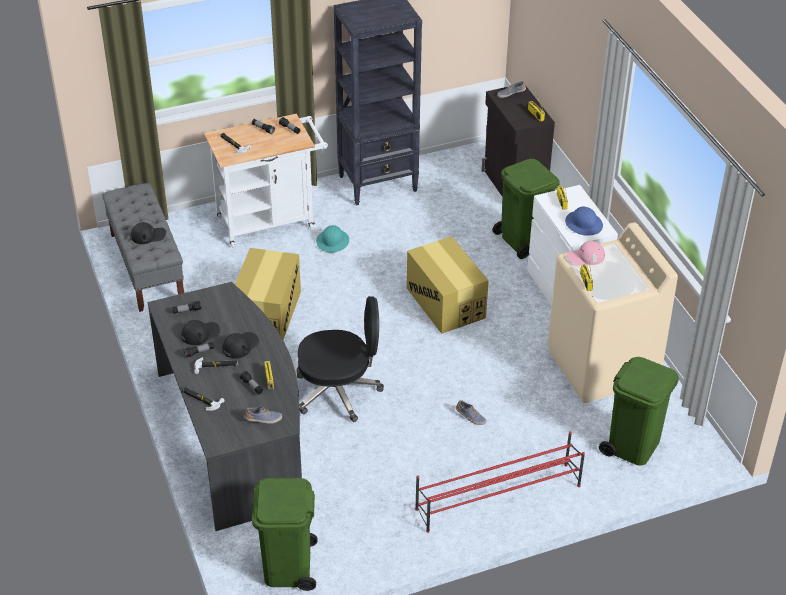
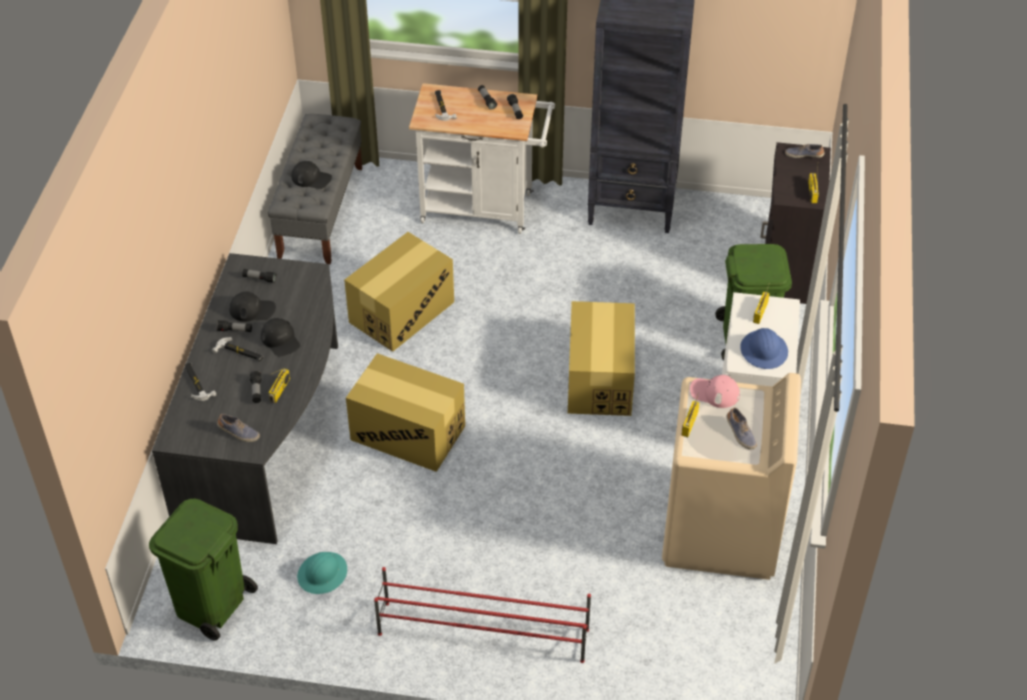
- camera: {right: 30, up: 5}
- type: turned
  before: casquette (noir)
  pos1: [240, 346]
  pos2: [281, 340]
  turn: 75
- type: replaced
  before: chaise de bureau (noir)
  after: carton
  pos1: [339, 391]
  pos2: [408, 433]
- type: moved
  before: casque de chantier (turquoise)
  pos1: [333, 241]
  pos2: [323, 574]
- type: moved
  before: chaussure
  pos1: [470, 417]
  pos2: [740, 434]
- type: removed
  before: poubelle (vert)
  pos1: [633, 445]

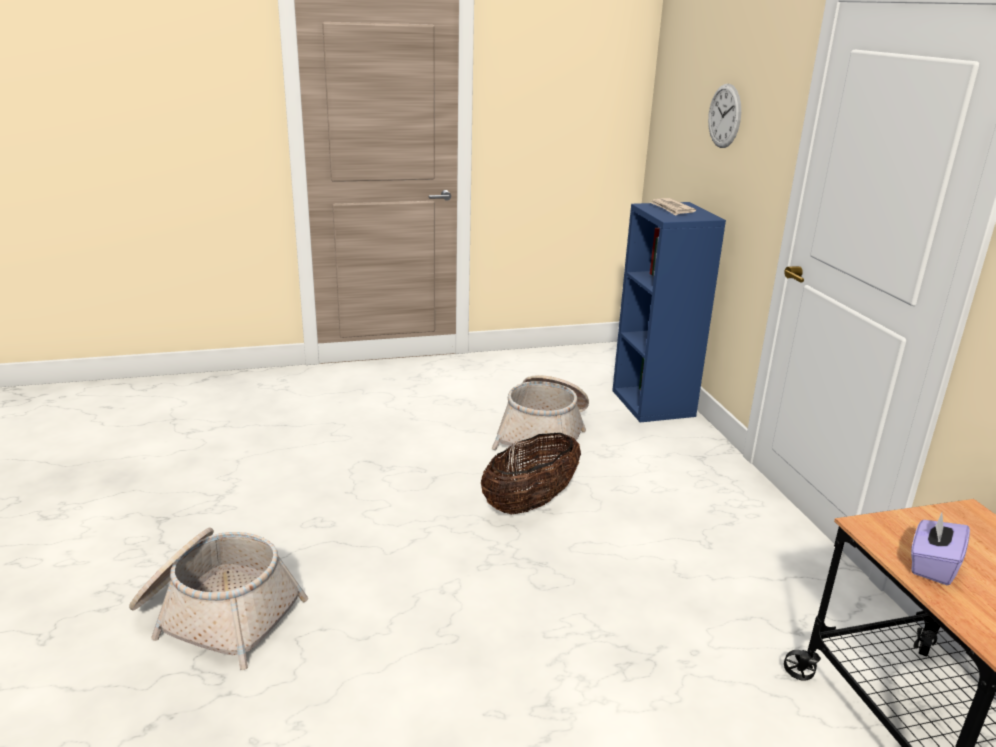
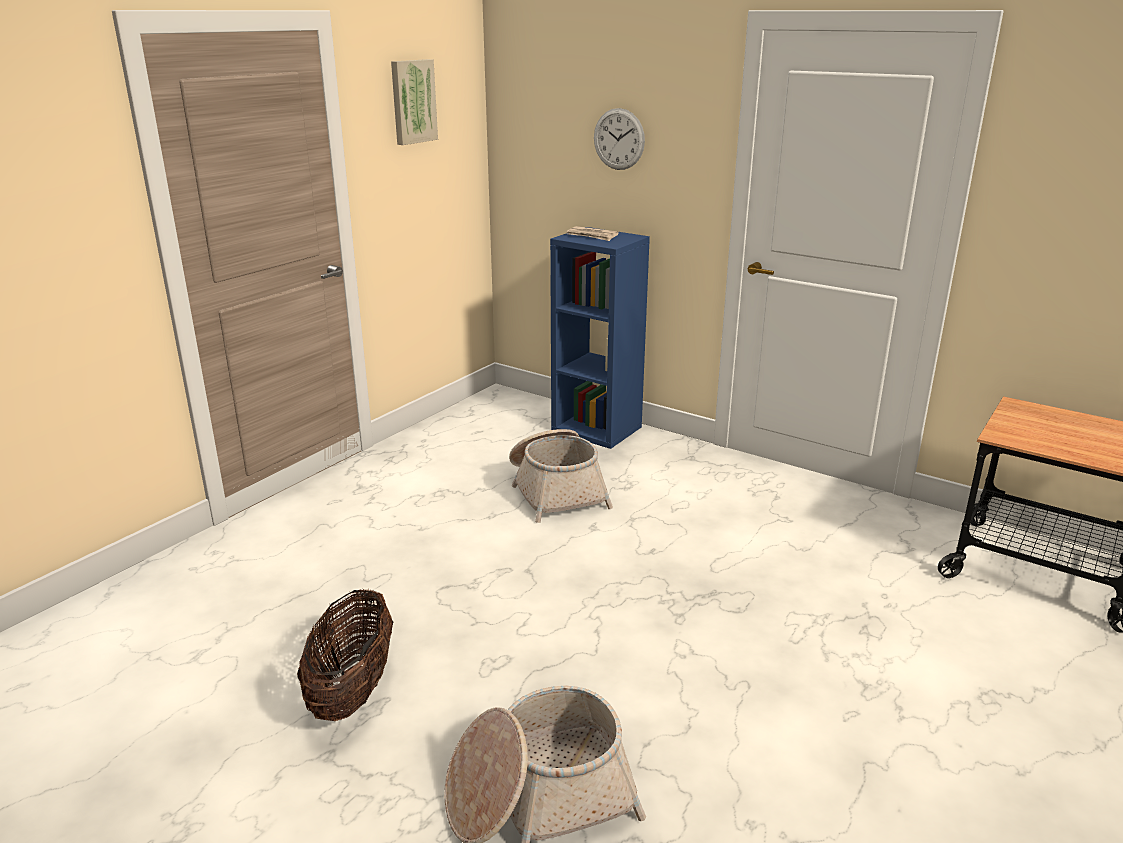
- camera: {right: -40, up: 0}
- type: moved
  before: panier
  pos1: [530, 503]
  pos2: [352, 690]
- type: removed
  before: boîte à mouchoirs (violet)
  pos1: [932, 565]
- type: added
  after: tableau
  pos2: [412, 101]

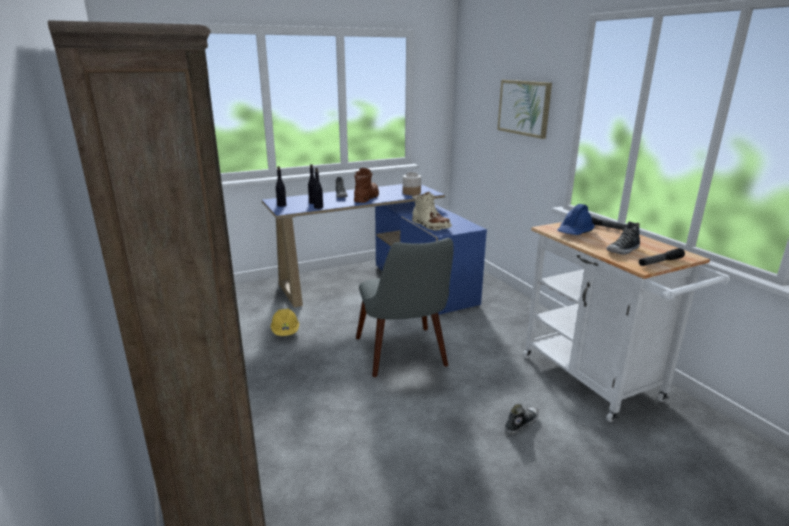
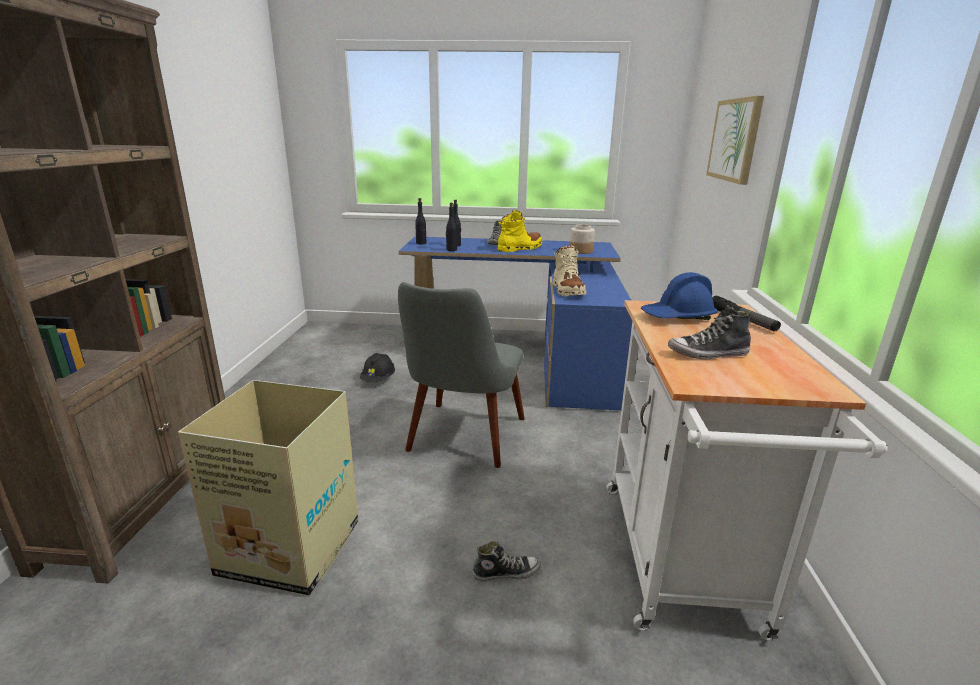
- camera: {right: 30, up: 0}
- type: recoloured
  before: casque de chantier (jaune)
  after: casque de chantier (noir)
  pos1: [285, 332]
  pos2: [378, 380]
- type: recoloured
  before: botte (marron)
  after: botte (jaune)
  pos1: [366, 197]
  pos2: [520, 248]
- type: removed
  before: lampe de poche
  pos1: [660, 262]
- type: added
  after: carton
  pos2: [292, 549]

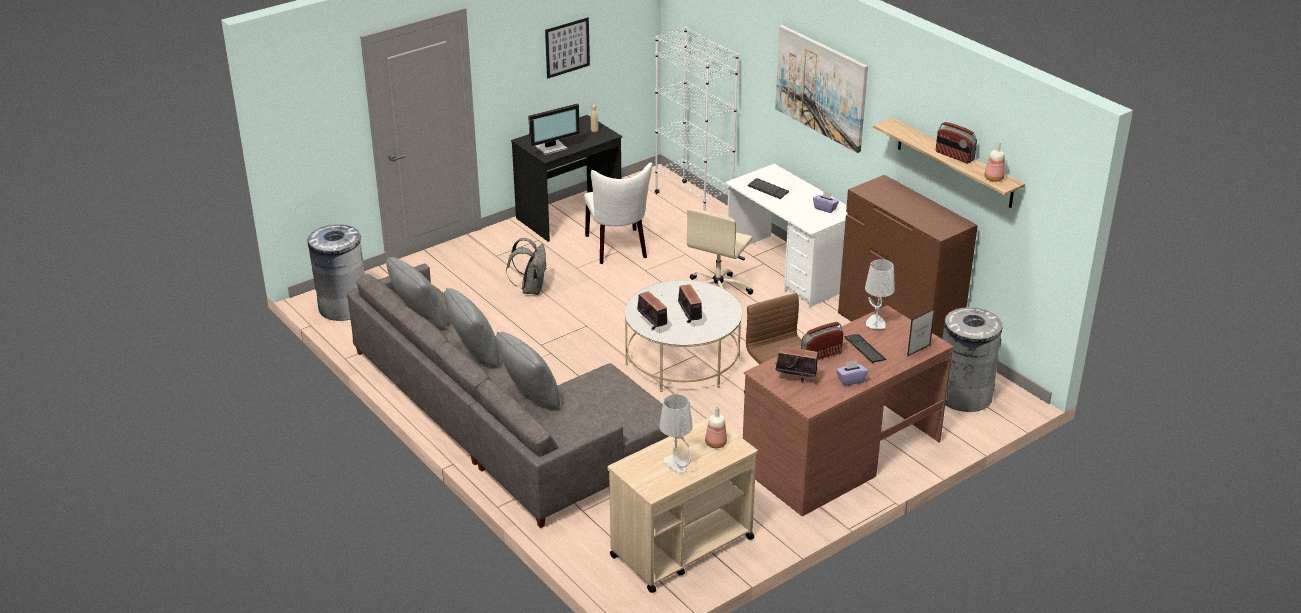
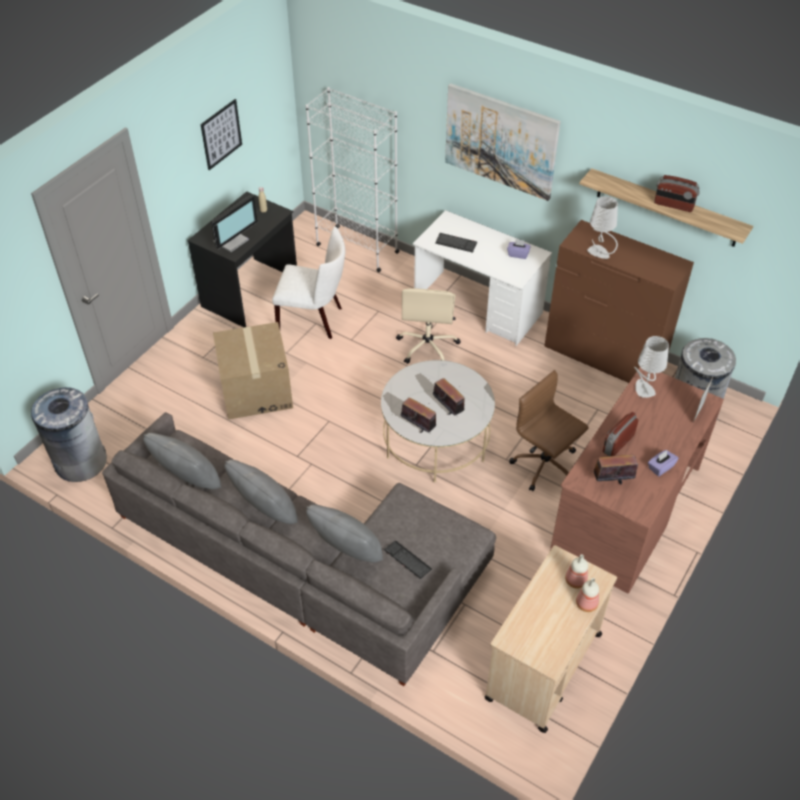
- camera: {right: -20, up: 15}
- type: replaced
  before: sac à dos (gris)
  after: carton
  pos1: [531, 289]
  pos2: [256, 390]
- type: turned
  before: chaise (blanc)
  pos1: [618, 248]
  pos2: [314, 320]
  turn: -45
- type: moved
  before: lampe de table (gris)
  pos1: [677, 464]
  pos2: [599, 252]
- type: moved
  before: clavier
  pos1: [865, 349]
  pos2: [407, 560]
- type: moved
  before: bouteille
  pos1: [994, 179]
  pos2: [587, 604]

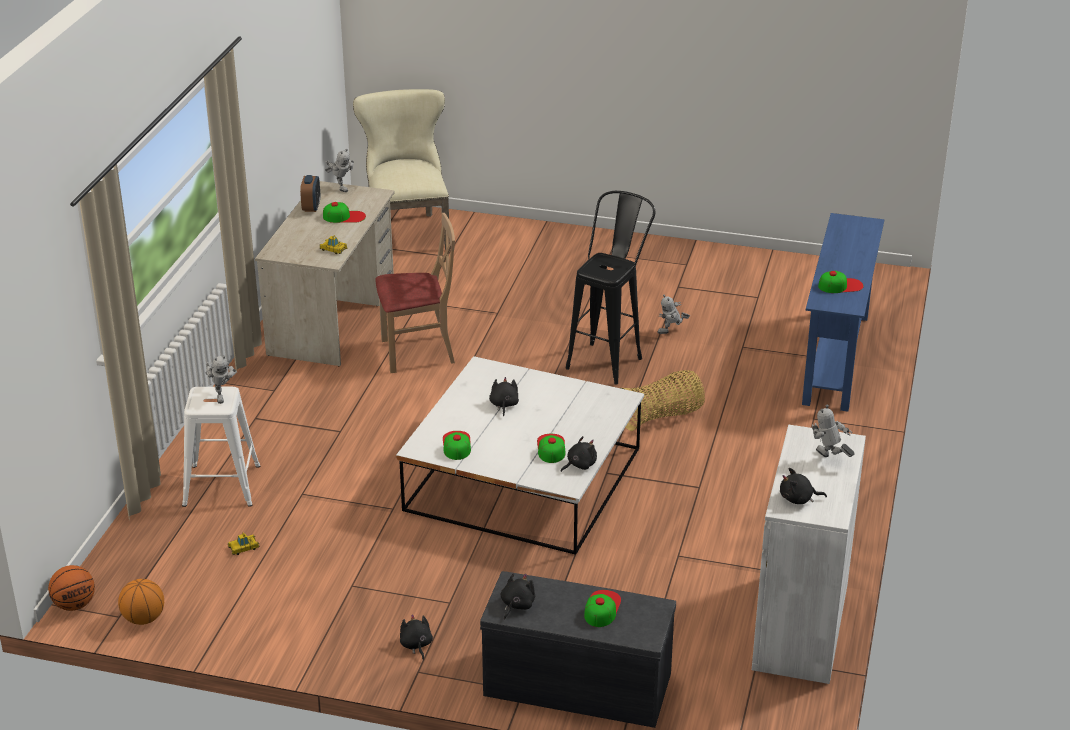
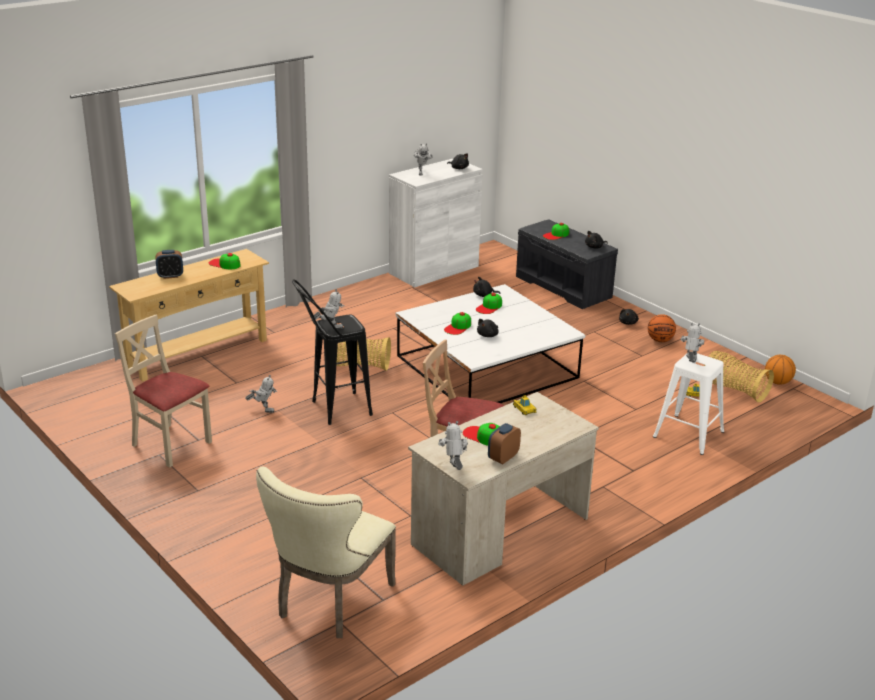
- camera: {right: -145, up: -5}
- type: moved
  before: ballon de basket
  pos1: [74, 605]
  pos2: [660, 340]
- type: moved
  before: casquette
  pos1: [456, 445]
  pos2: [458, 327]
- type: recoloured
  before: table console (bleu)
  after: table console (beige)
  pos1: [836, 359]
  pos2: [197, 353]
- type: added
  after: chaise (beige)
  pos2: [171, 444]
- type: added
  after: réveil
  pos2: [170, 276]
- type: added
  after: robot jouet
  pos2: [329, 328]
- type: added
  after: panier
  pos2: [733, 389]

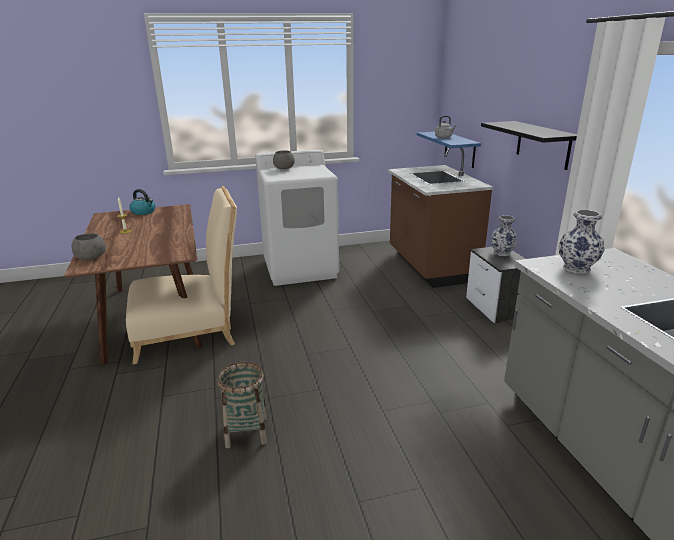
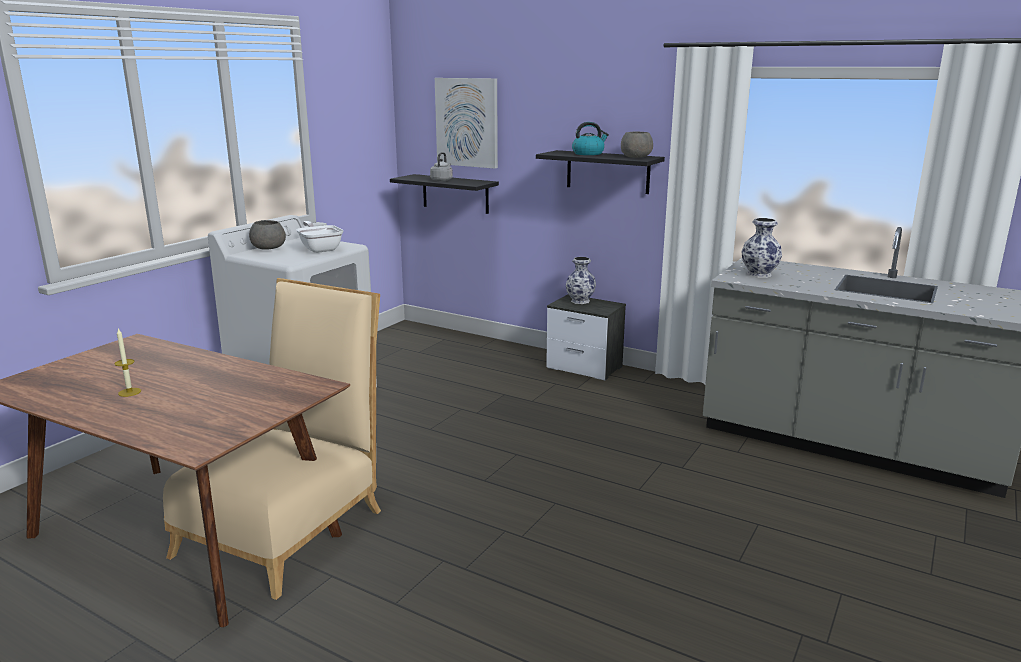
- camera: {right: -45, up: -5}
- type: moved
  before: bol (gris)
  pos1: [90, 257]
  pos2: [635, 157]
- type: moved
  before: bouilloire
  pos1: [144, 212]
  pos2: [588, 153]
- type: removed
  before: panier
  pos1: [247, 432]
- type: removed
  before: comptoir de cuisine (marron)
  pos1: [430, 266]
- type: recoloured
  before: étagère (bleu)
  after: étagère (noir)
  pos1: [459, 149]
  pos2: [455, 193]
- type: added
  after: poêle
  pos2: [320, 249]
- type: added
  after: tableau
  pos2: [467, 122]

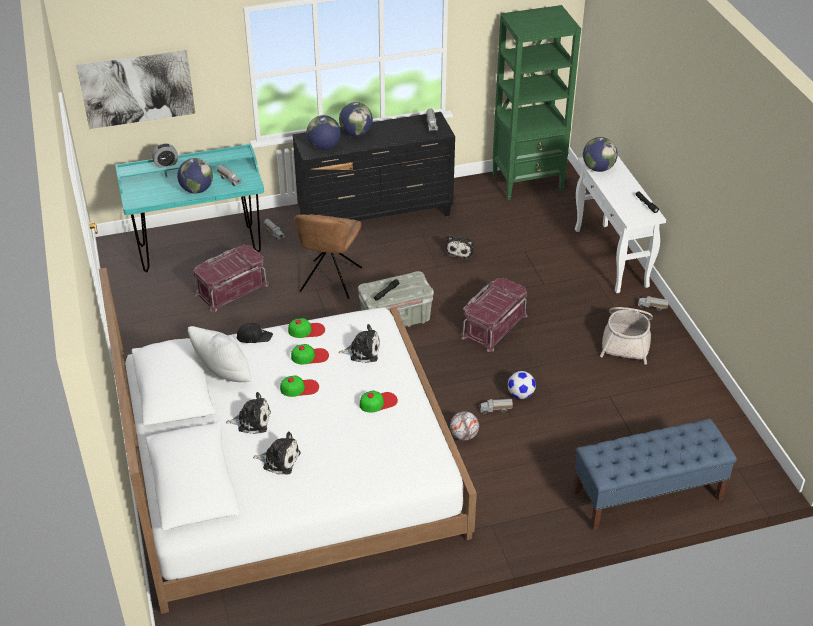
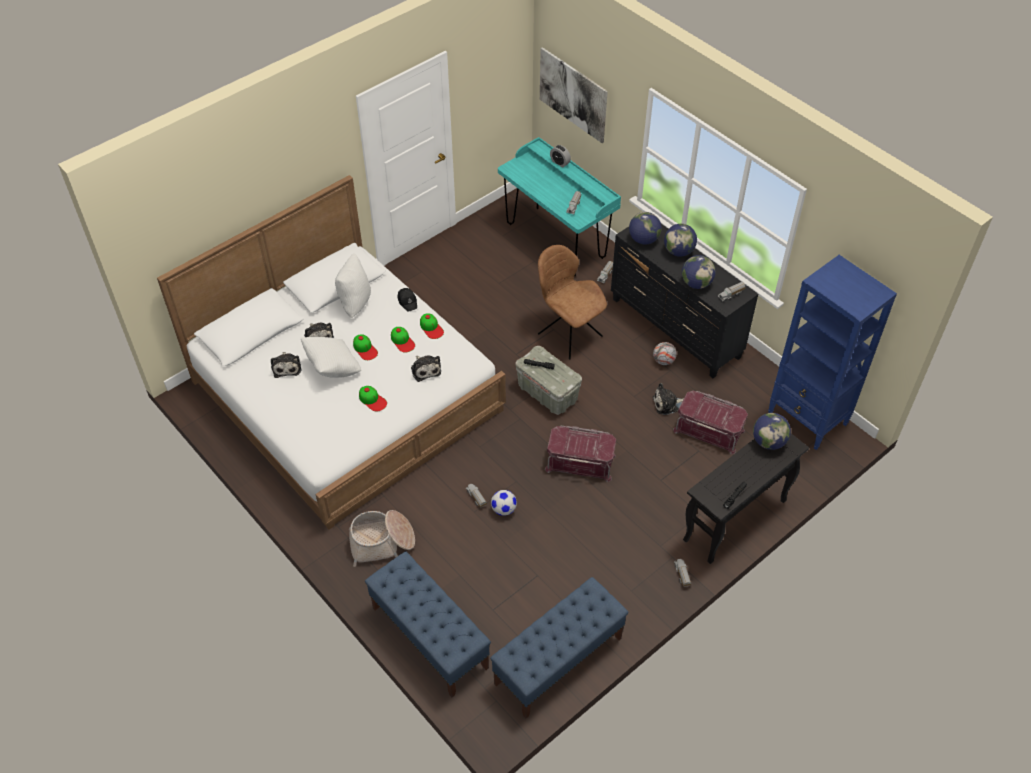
- camera: {right: 65, up: 10}
- type: moved
  before: globe
  pos1: [197, 190]
  pos2: [696, 283]
- type: moved
  before: boîte de rangement (rouge)
  pos1: [231, 288]
  pos2: [709, 430]
- type: turned
  before: chaise (marron)
  pos1: [330, 281]
  pos2: [568, 333]
  turn: 60
- type: moved
  before: ballon de foot
  pos1: [464, 436]
  pos2: [663, 361]
- type: recoloured
  before: bibliothèque (vert)
  after: bibliothèque (bleu)
  pos1: [528, 182]
  pos2: [808, 419]
- type: recoloured
  before: table console (blanc)
  after: table console (noir)
  pos1: [611, 258]
  pos2: [734, 521]
- type: moved
  before: panier
  pos1: [626, 340]
  pos2: [382, 543]
- type: added
  after: coussin (blanc)
  pos2: [333, 368]
- type: added
  after: banc (bleu)
  pos2: [558, 661]

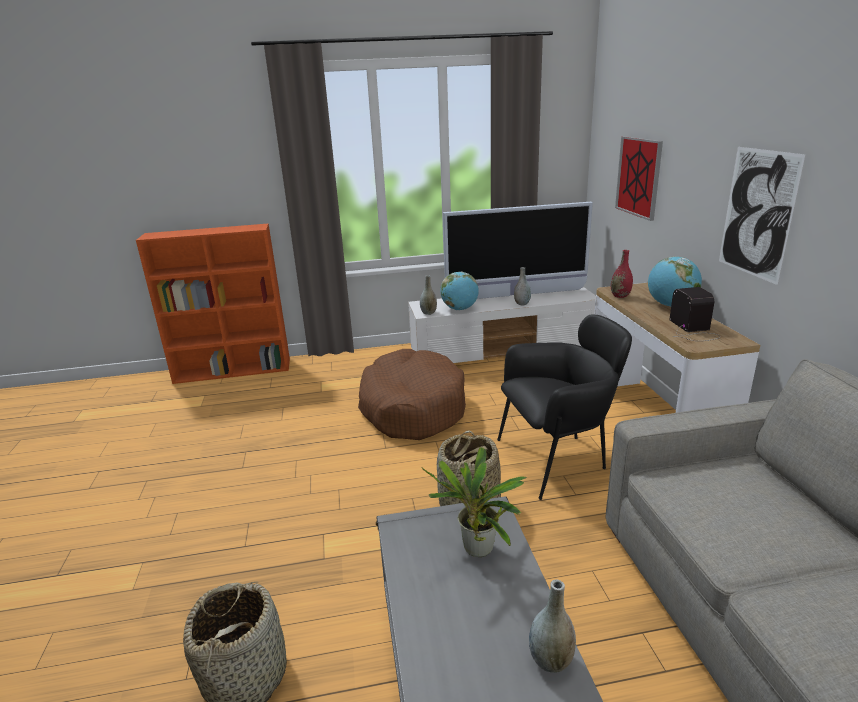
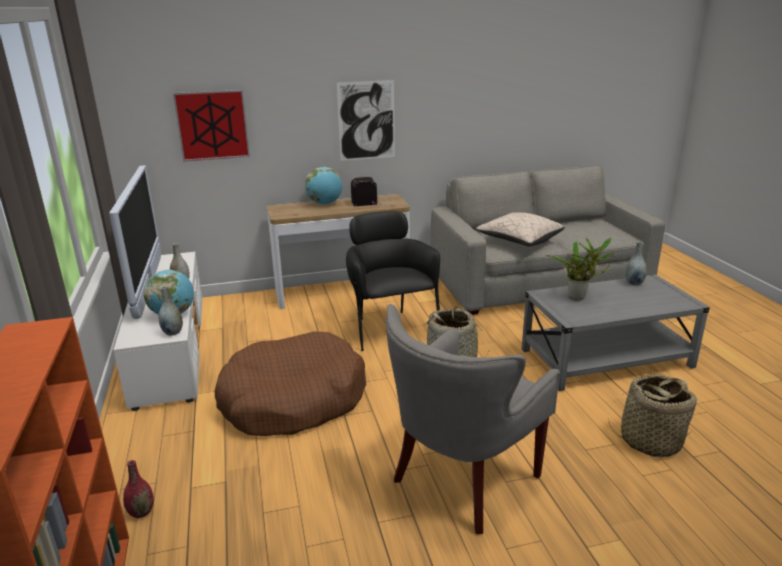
- camera: {right: -95, up: 0}
- type: moved
  before: vase (rouge)
  pos1: [620, 296]
  pos2: [141, 512]
- type: added
  after: fauteuil (gris)
  pos2: [462, 480]
- type: added
  after: coussin (beige)
  pos2: [519, 240]

